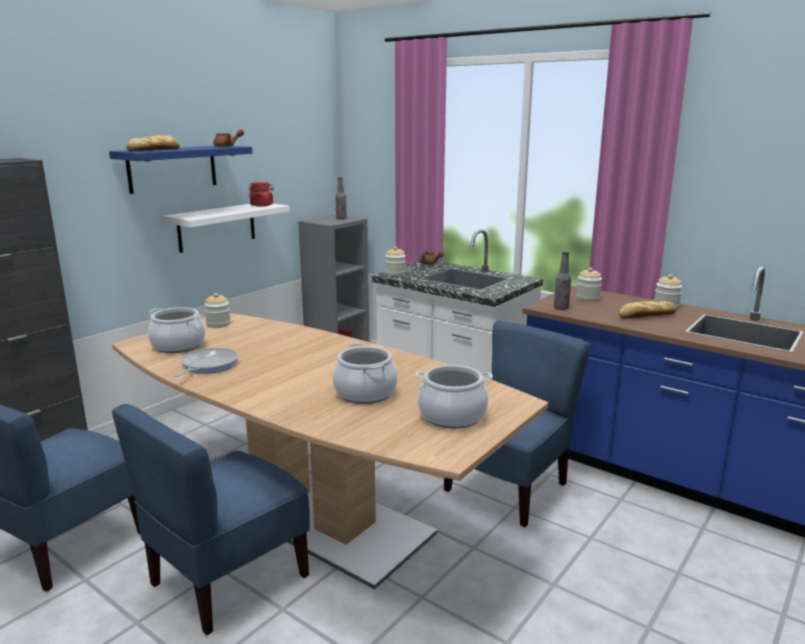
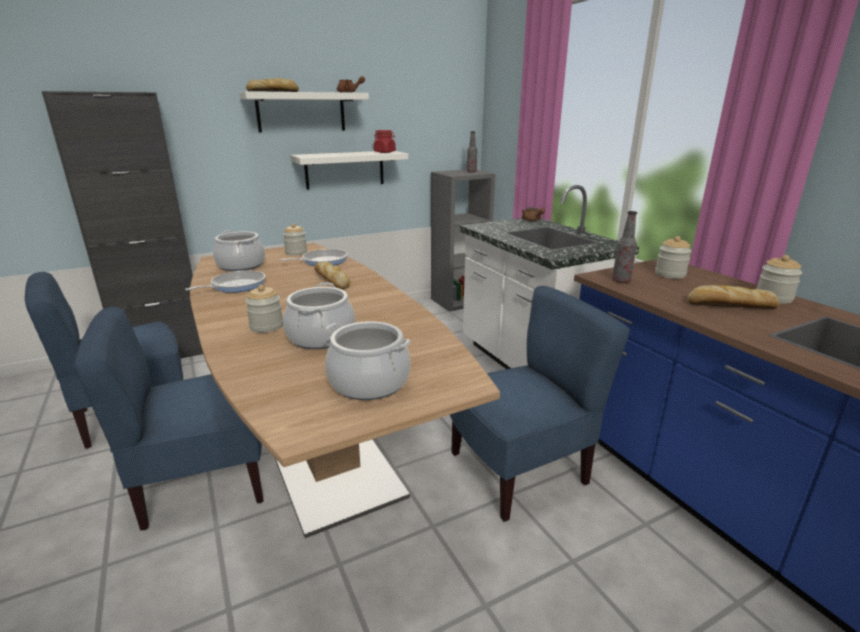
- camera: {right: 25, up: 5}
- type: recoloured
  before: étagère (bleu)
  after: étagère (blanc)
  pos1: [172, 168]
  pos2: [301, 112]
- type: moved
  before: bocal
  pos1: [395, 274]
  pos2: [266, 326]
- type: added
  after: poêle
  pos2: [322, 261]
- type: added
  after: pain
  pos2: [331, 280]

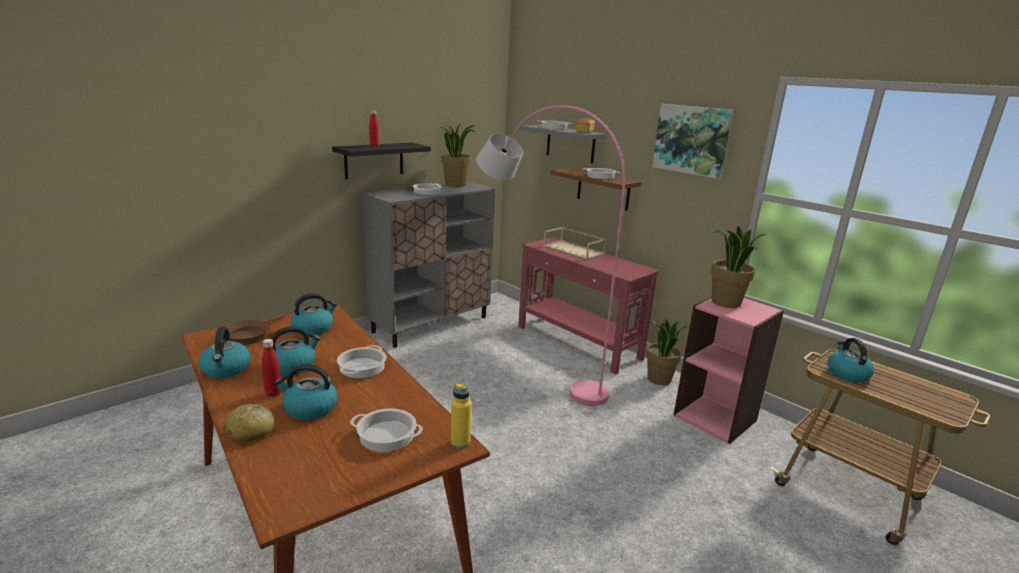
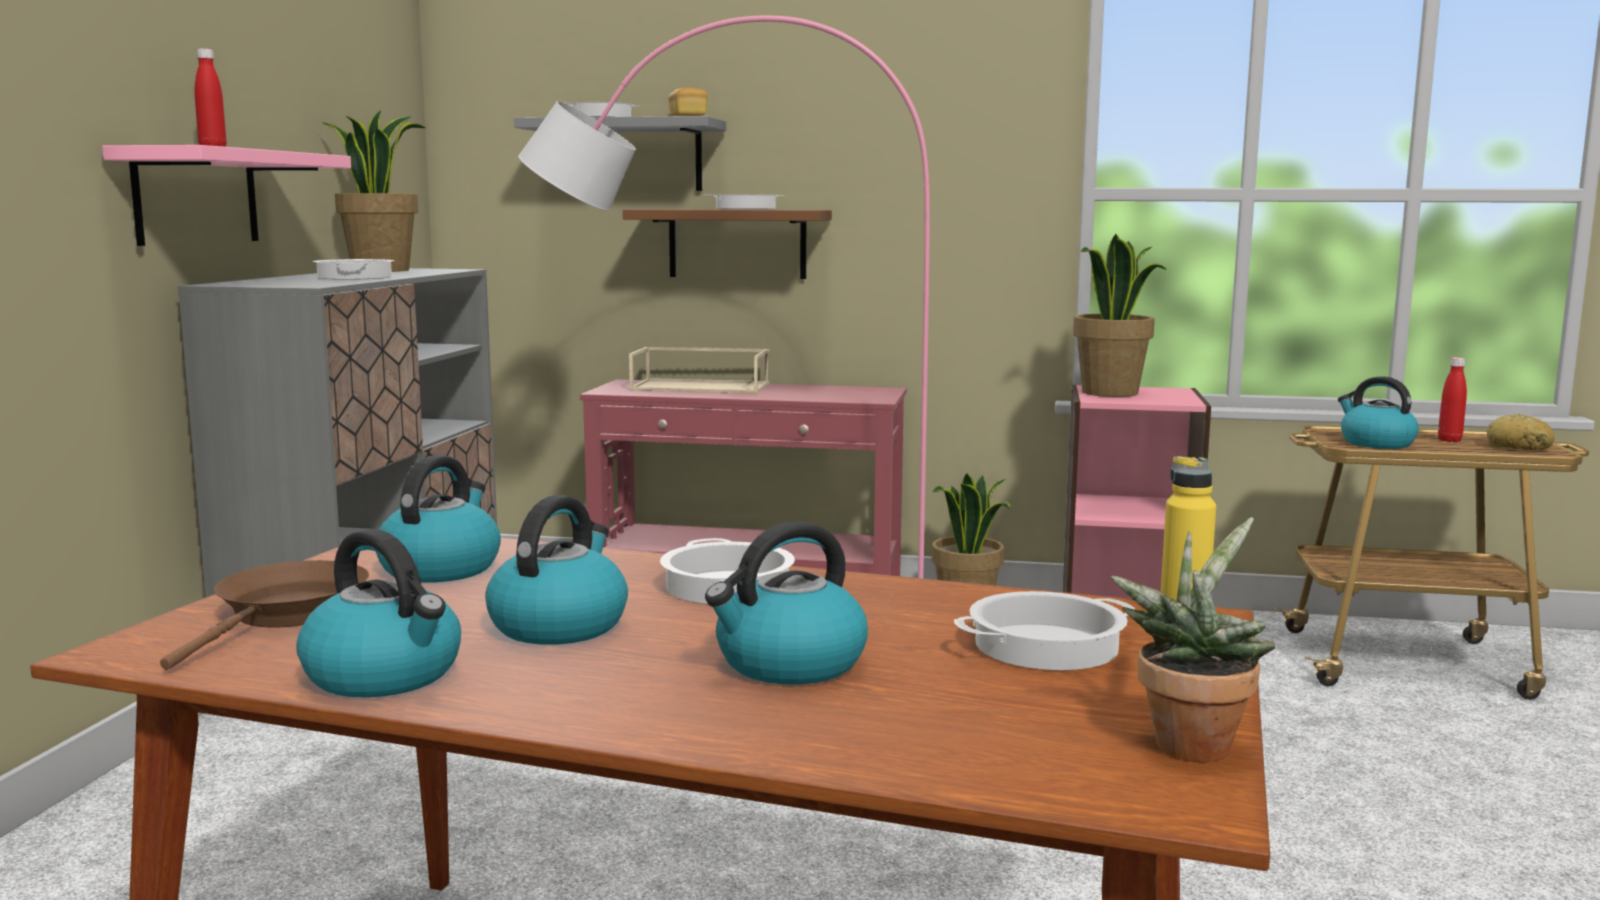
- camera: {right: -35, up: -10}
- type: moved
  before: pain
  pos1: [251, 431]
  pos2: [1518, 447]
- type: turned
  before: poêle (marron)
  pos1: [250, 335]
  pos2: [287, 615]
  turn: -150
- type: moved
  before: bouteille (rouge)
  pos1: [273, 393]
  pos2: [1449, 440]
- type: recoloured
  before: étagère (noir)
  after: étagère (rose)
  pos1: [374, 160]
  pos2: [196, 197]
- type: removed
  before: tableau
  pos1: [691, 140]
- type: added
  after: plante en pot
  pos2: [1190, 742]

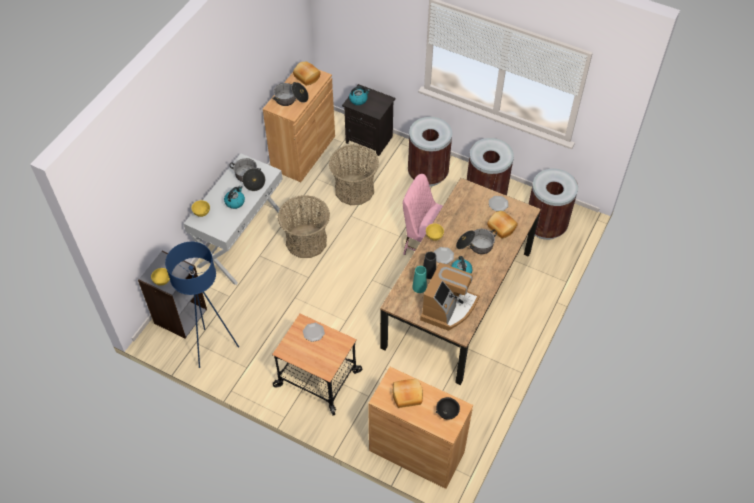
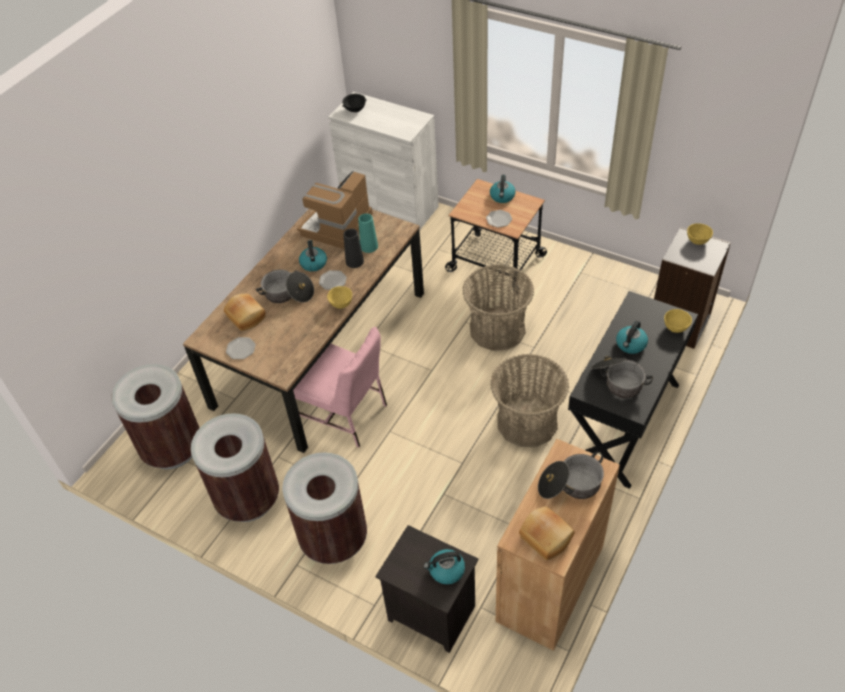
- camera: {right: -175, up: -5}
- type: removed
  before: lampadaire (bleu)
  pos1: [213, 348]
- type: recoloured
  before: table console (blanc)
  after: table console (noir)
  pos1: [242, 241]
  pos2: [623, 422]
- type: moved
  before: panier
  pos1: [354, 190]
  pos2: [497, 329]
- type: recoloured
  before: meuble de rangement (marron)
  after: meuble de rangement (blanc)
  pos1: [416, 451]
  pos2: [390, 207]
- type: removed
  before: pain
  pos1: [407, 395]
- type: added
  after: bouilloire
  pos2: [502, 197]

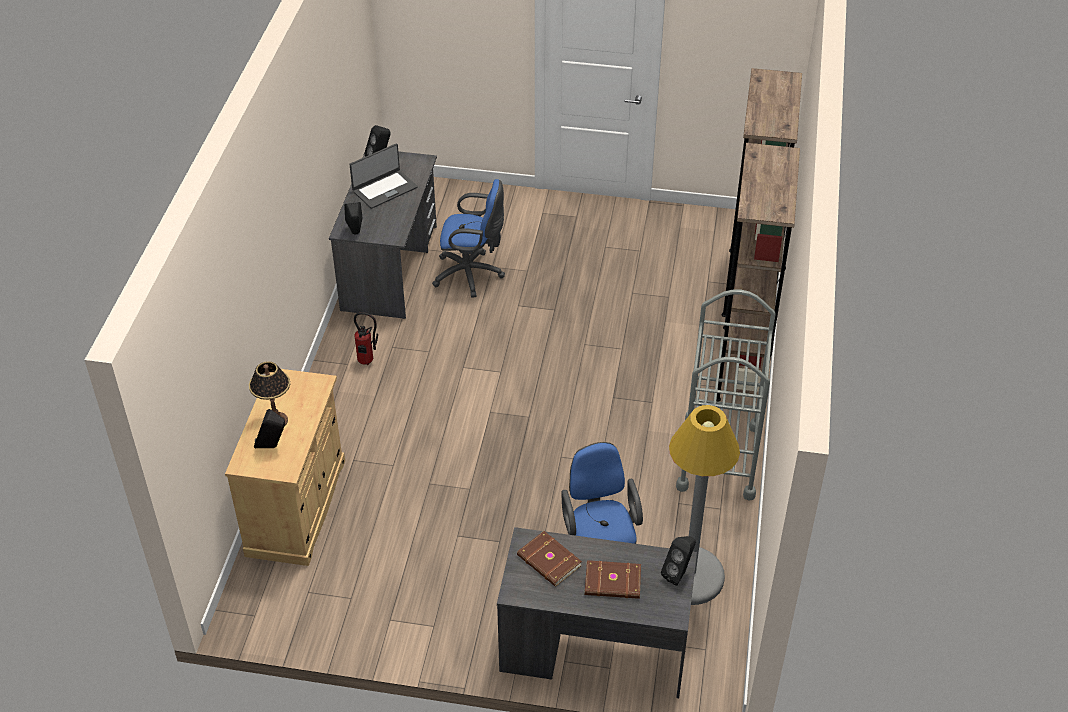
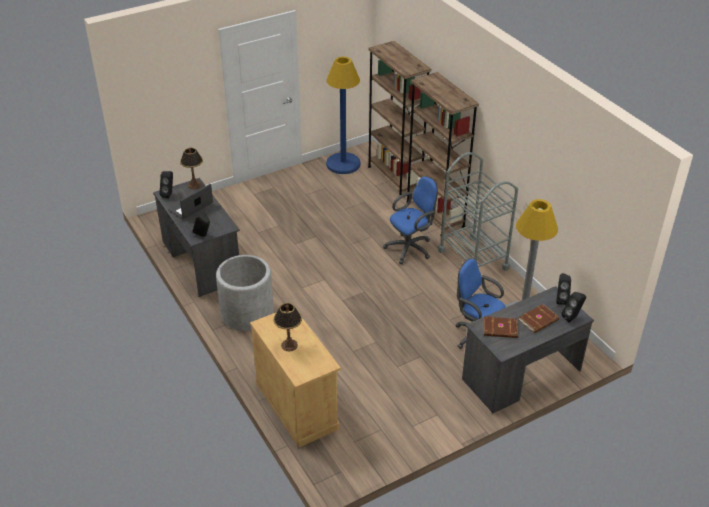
- camera: {right: -40, up: -5}
- type: moved
  before: enceinte (noir)
  pos1: [272, 446]
  pos2: [572, 317]
- type: turned
  before: ordinateur portable
  pos1: [384, 189]
  pos2: [191, 207]
  turn: -150
- type: replaced
  before: extincteur
  after: cache-pot (gris)
  pos1: [368, 362]
  pos2: [247, 313]
- type: moved
  before: chaise de bureau (bleu)
  pos1: [471, 274]
  pos2: [411, 248]
- type: added
  after: lampe de table
  pos2: [194, 185]
- type: added
  after: lampadaire (bleu)
  pos2: [343, 164]

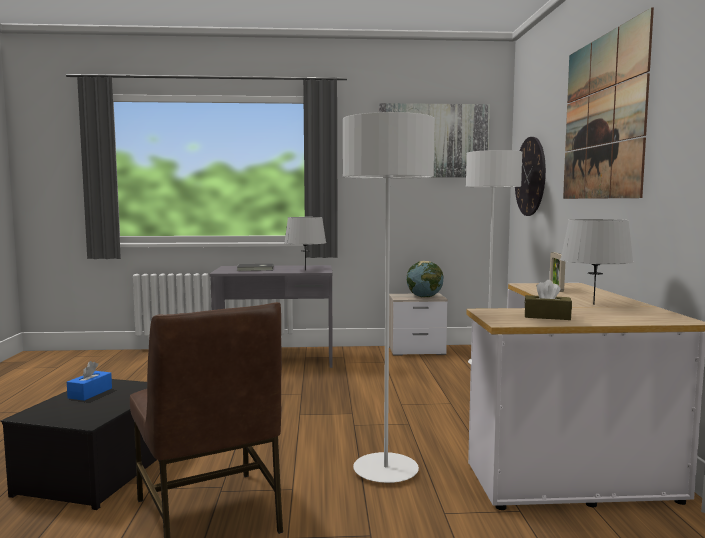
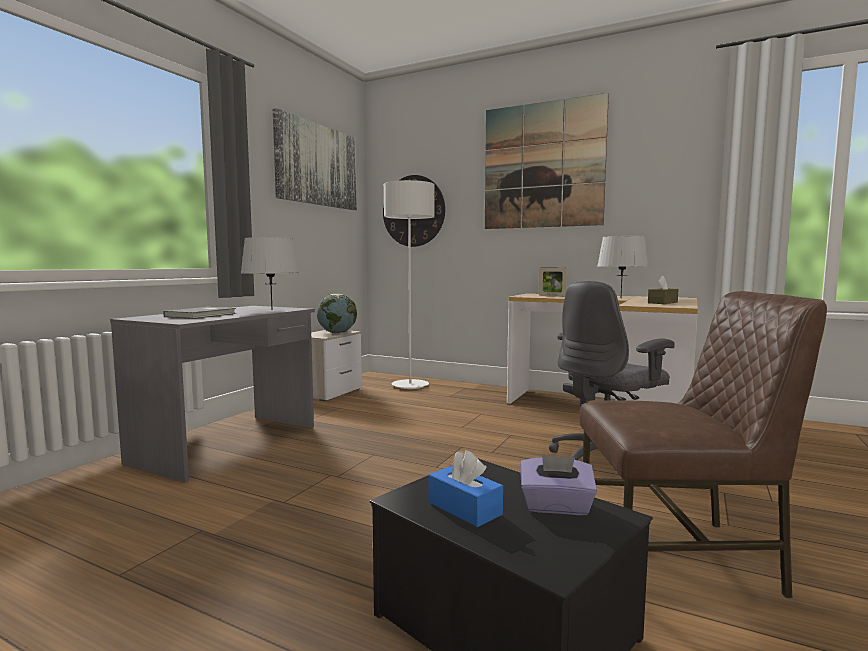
- camera: {right: -60, up: 0}
- type: replaced
  before: lampadaire (blanc)
  after: chaise de bureau (gris)
  pos1: [385, 471]
  pos2: [606, 463]
- type: added
  after: boîte à mouchoirs (violet)
  pos2: [556, 507]

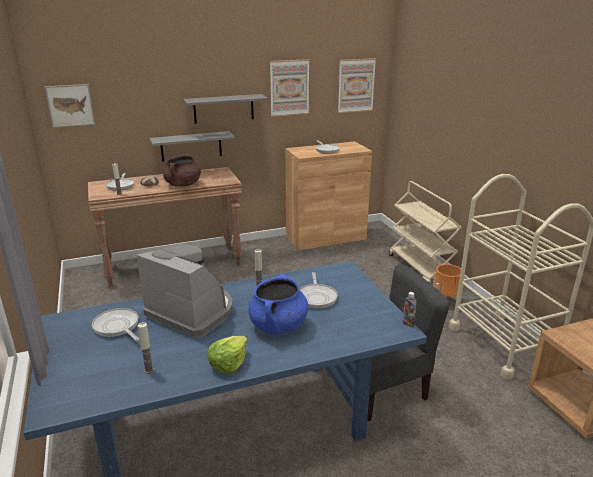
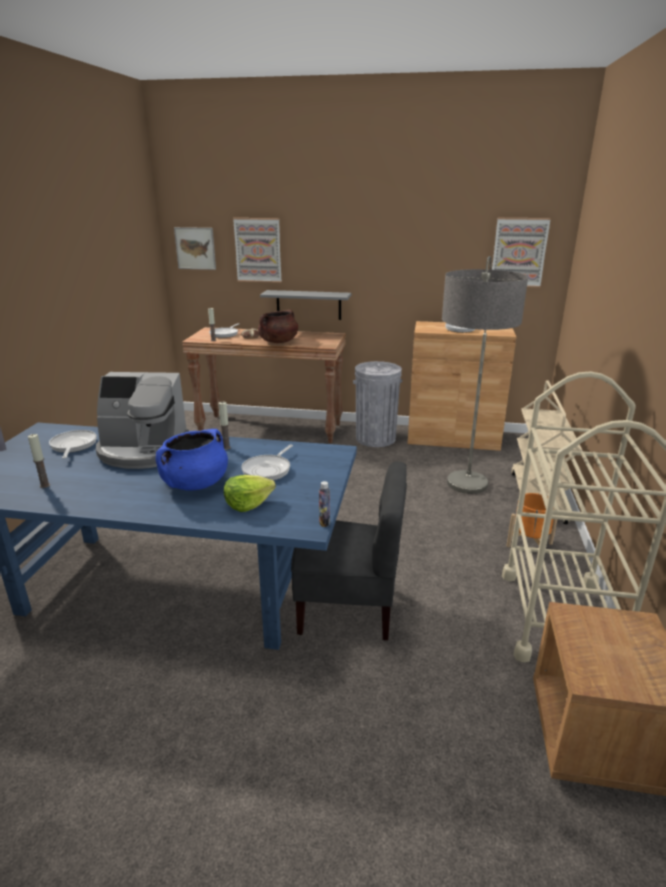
- camera: {right: 30, up: 0}
- type: turned
  before: machine à café
  pos1: [192, 312]
  pos2: [143, 451]
  turn: 120
- type: removed
  before: étagère (gris)
  pos1: [223, 108]
- type: moved
  before: laitue
  pos1: [228, 363]
  pos2: [248, 503]
- type: moved
  before: tableau
  pos1: [289, 88]
  pos2: [258, 250]
- type: added
  after: poubelle (gris)
  pos2: [375, 438]
- type: added
  after: lampadaire
  pos2: [461, 508]

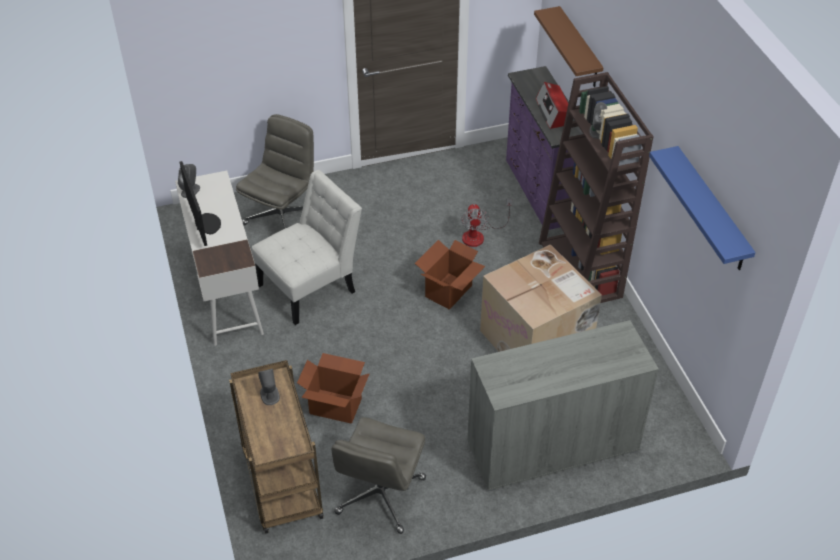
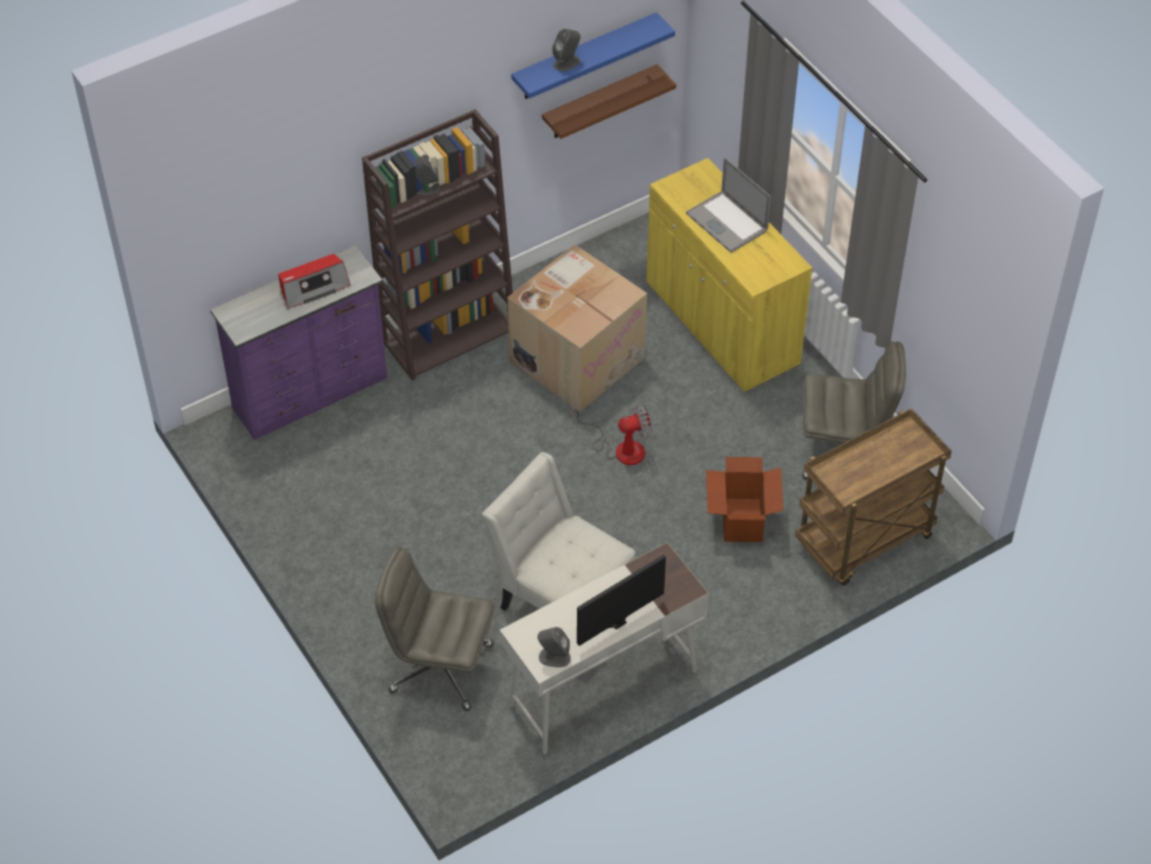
- camera: {right: -105, up: 5}
- type: moved
  before: enceinte (gris)
  pos1: [270, 395]
  pos2: [567, 62]
- type: removed
  before: carton
  pos1: [449, 291]
- type: moved
  before: ventilateur
  pos1: [479, 235]
  pos2: [620, 448]
- type: recoloured
  before: meuble de rangement (gris)
  after: meuble de rangement (jaune)
  pos1: [552, 446]
  pos2: [721, 324]
- type: moved
  before: étagère (marron)
  pos1: [579, 49]
  pos2: [599, 103]
- type: added
  after: ordinateur portable
  pos2: [726, 222]

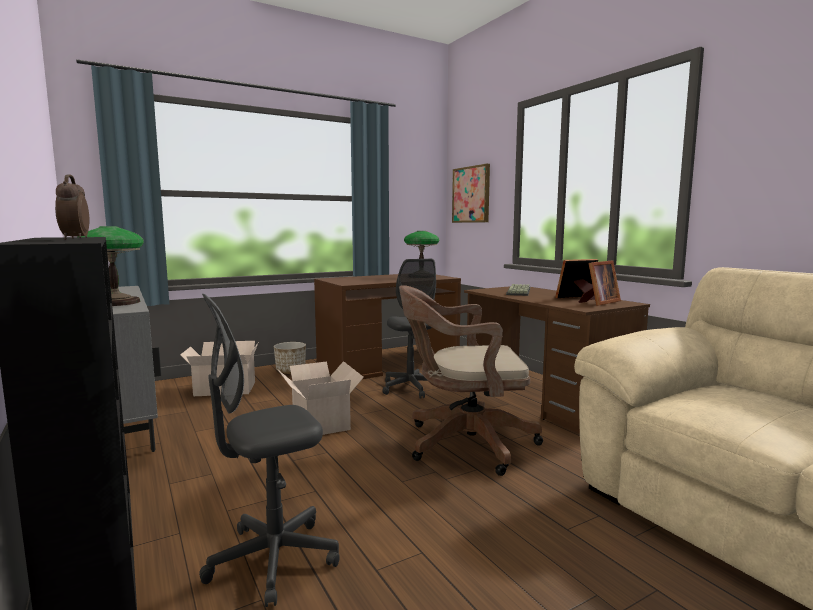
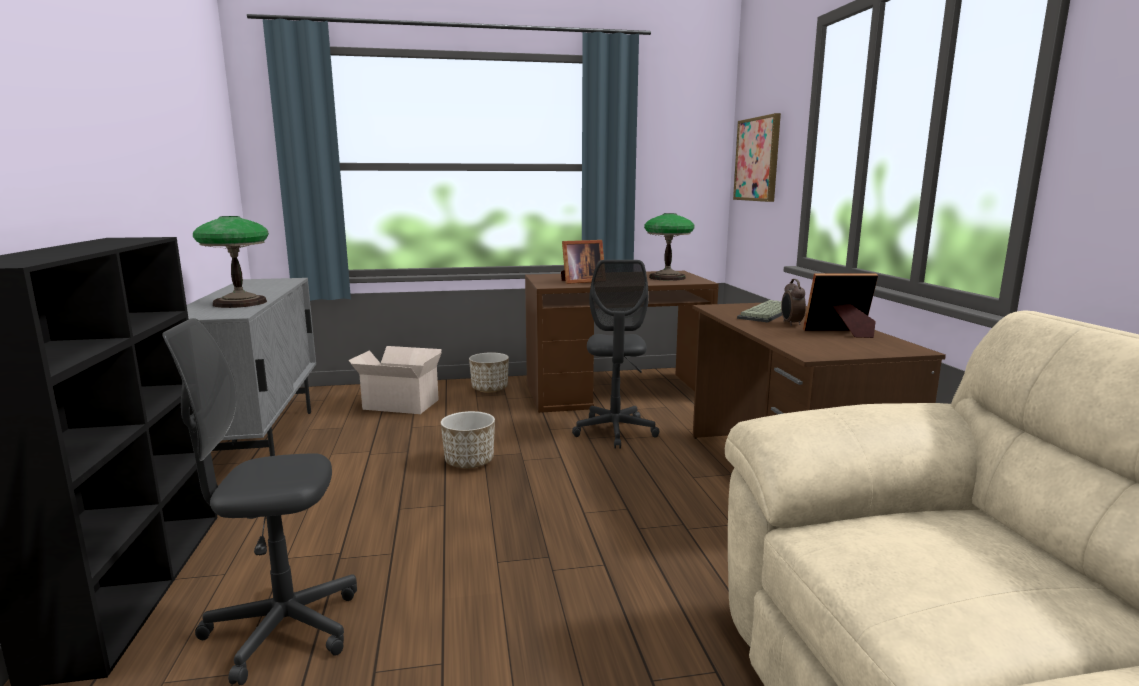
- camera: {right: 20, up: 5}
- type: moved
  before: réveil
  pos1: [74, 239]
  pos2: [791, 324]
- type: replaced
  before: carton
  after: cache-pot
  pos1: [320, 421]
  pos2: [469, 462]
- type: removed
  before: chaise de bureau (marron)
  pos1: [463, 443]
- type: moved
  before: cadre photo
  pos1: [599, 302]
  pos2: [580, 281]

